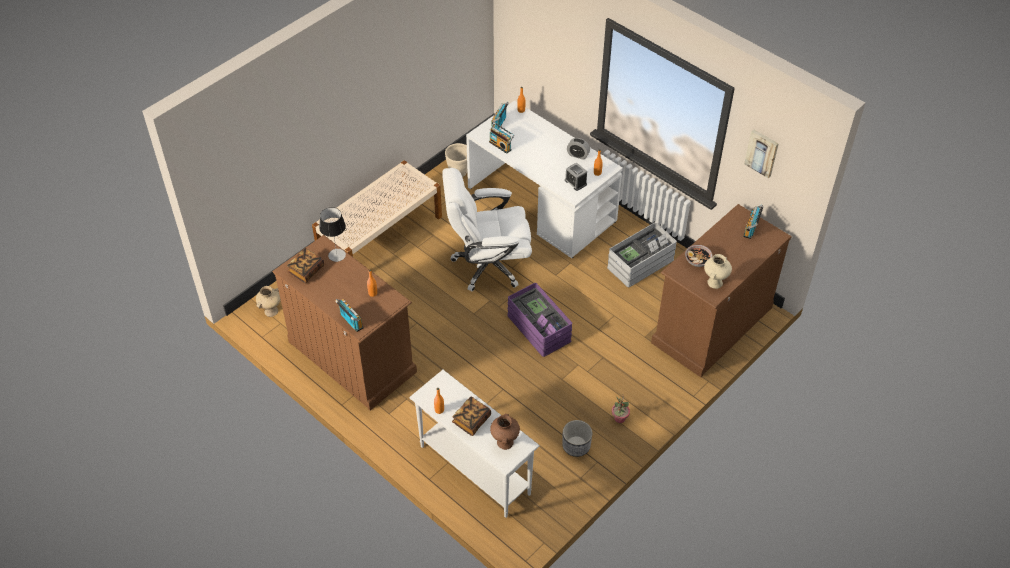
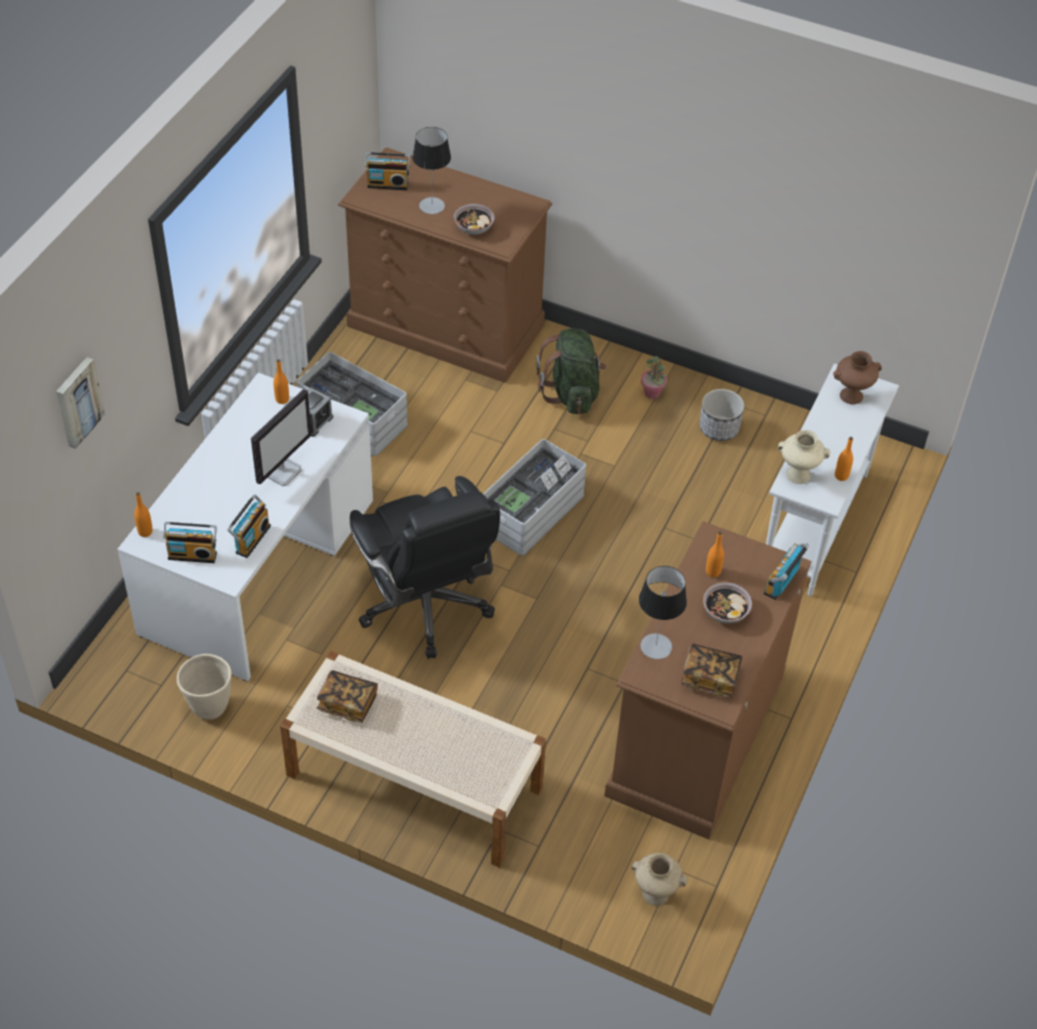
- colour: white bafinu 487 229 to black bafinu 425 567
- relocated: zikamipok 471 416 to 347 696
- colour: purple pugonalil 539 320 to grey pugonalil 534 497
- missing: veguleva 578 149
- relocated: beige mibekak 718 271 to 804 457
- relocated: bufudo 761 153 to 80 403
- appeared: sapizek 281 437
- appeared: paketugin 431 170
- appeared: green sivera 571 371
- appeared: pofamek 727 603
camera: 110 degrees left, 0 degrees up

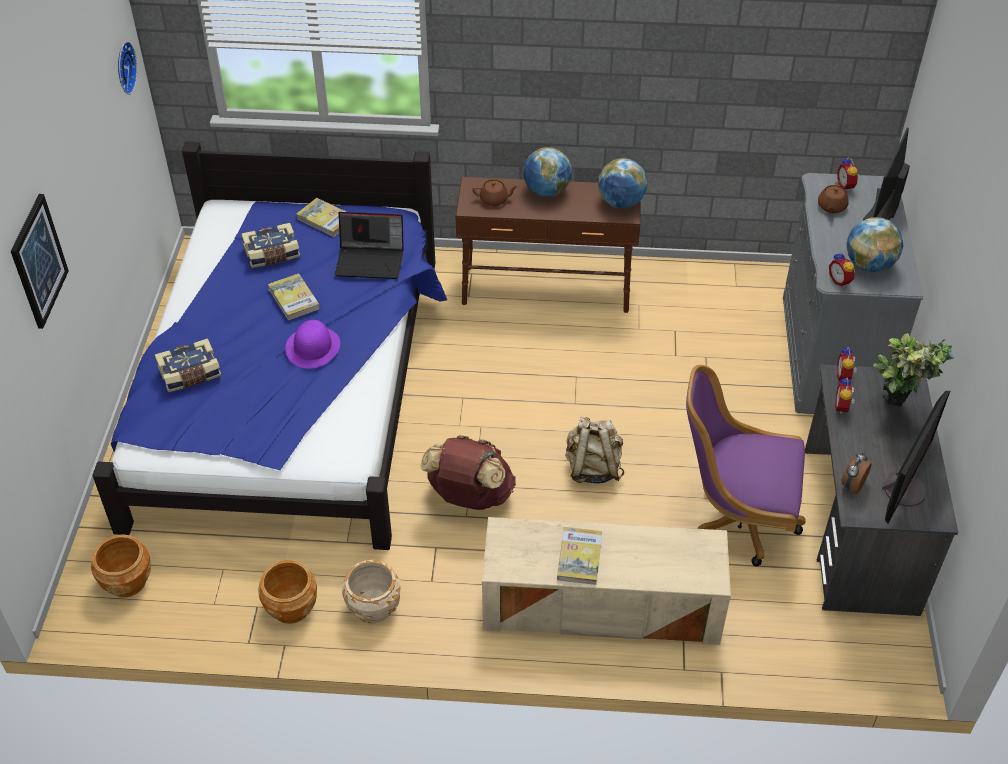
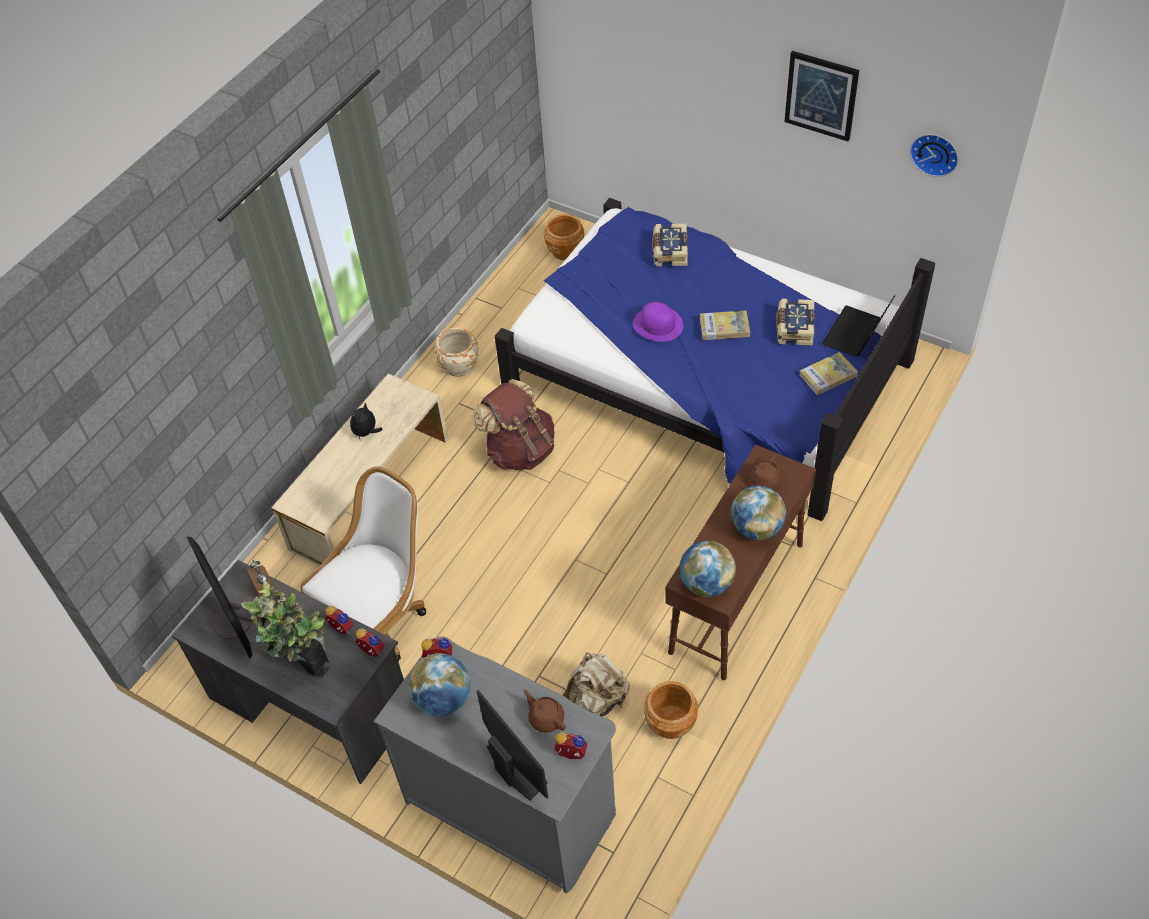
- relocated: bufudo 40 261 to 821 96
- relocated: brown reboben 287 592 to 671 710
- relocated: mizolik 369 245 to 858 326
- exchanged: zikamipok 579 556 to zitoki 366 421
- relocated: beige sivera 594 450 to 596 684
- colour: purple bafinu 746 465 to white bafinu 363 563
camera: 120 degrees right, 5 degrees up

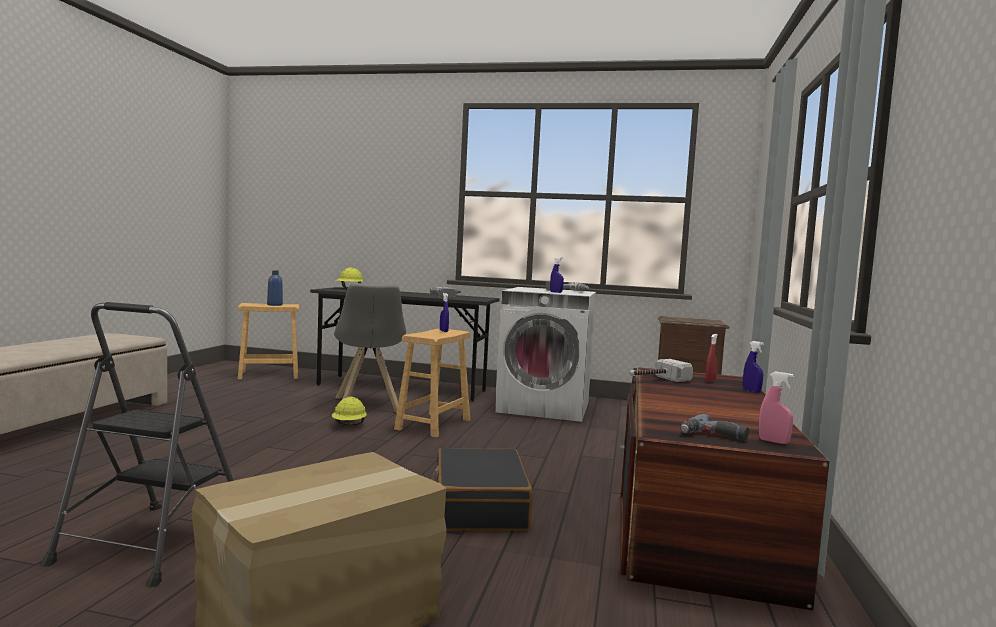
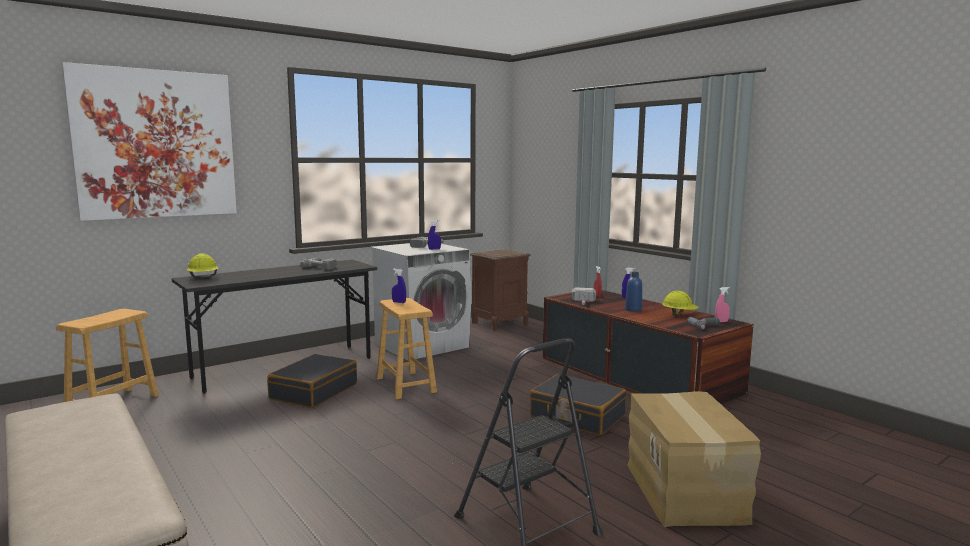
- relocated: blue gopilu 275 288 to 633 291
- relocated: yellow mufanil 349 411 to 680 303
- exchanged: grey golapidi 370 348 to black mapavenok 312 381
- appeared: bufudo 149 141
camera: 50 degrees left, 5 degrees up

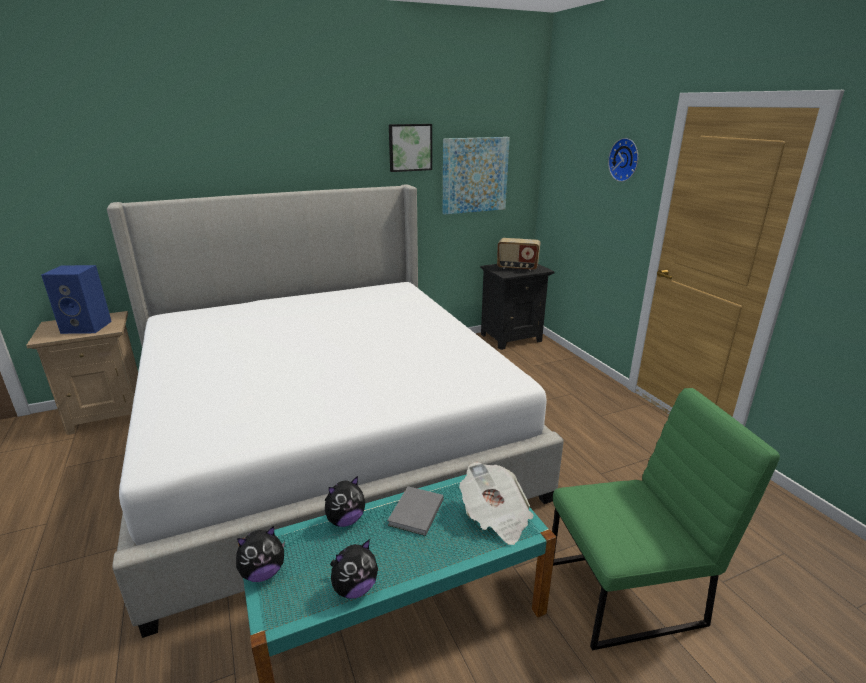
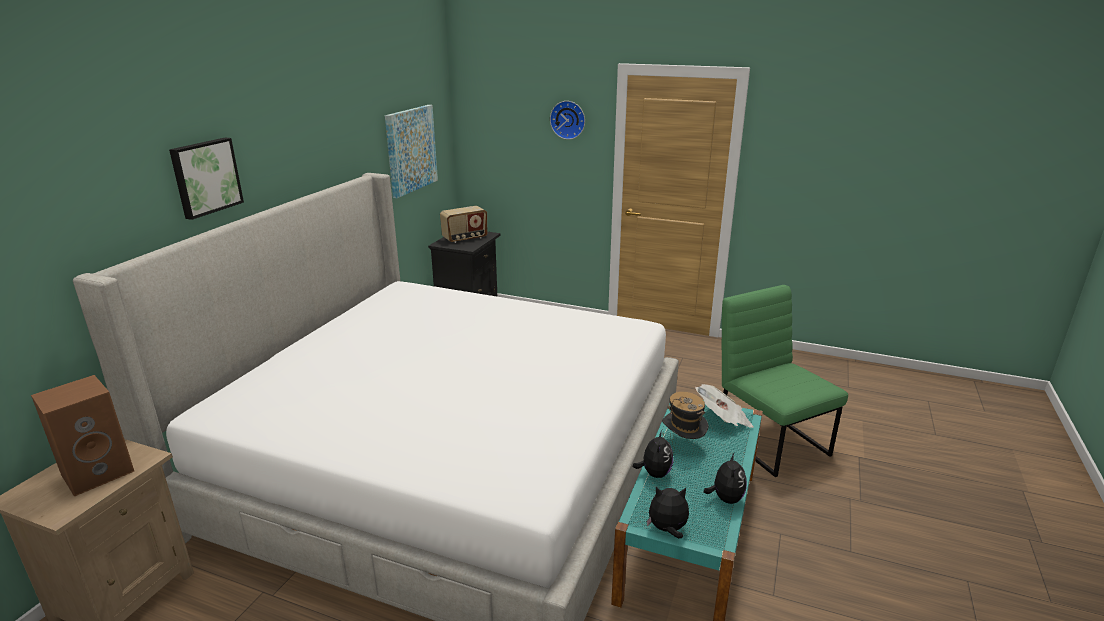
- colour: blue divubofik 76 299 to brown divubofik 82 436
- spun: zitoki 260 554 = 667 512 105 degrees counterclockwise
- exchanged: grey zikamipok 415 511 to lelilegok 685 415
- relocated: bufudo 410 148 to 206 179
- spun: green golapidi 666 519 = 782 381 60 degrees counterclockwise
camera: 45 degrees left, 0 degrees up

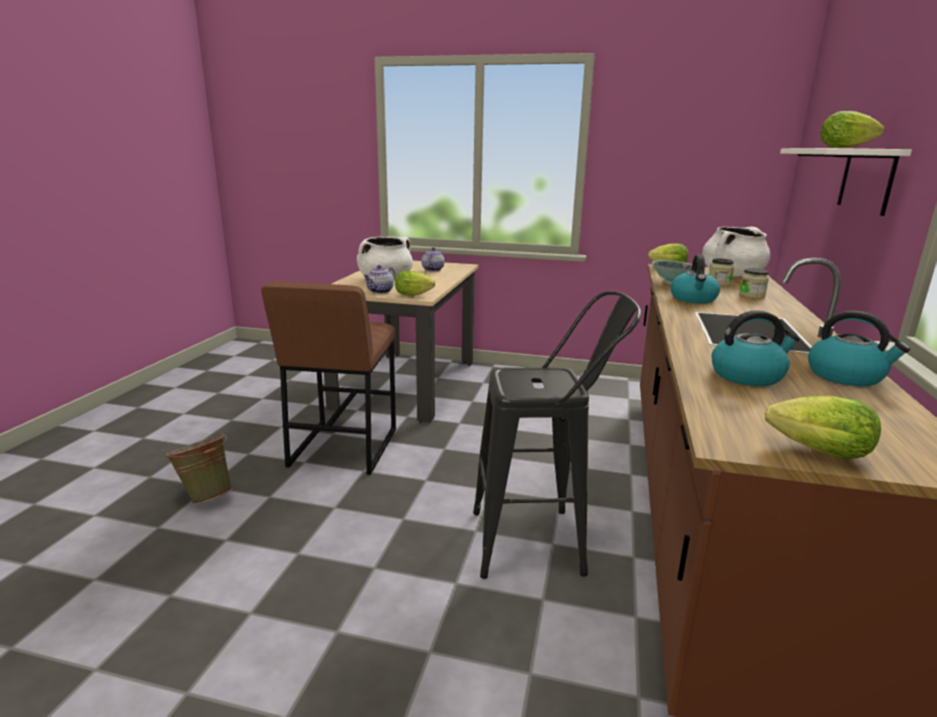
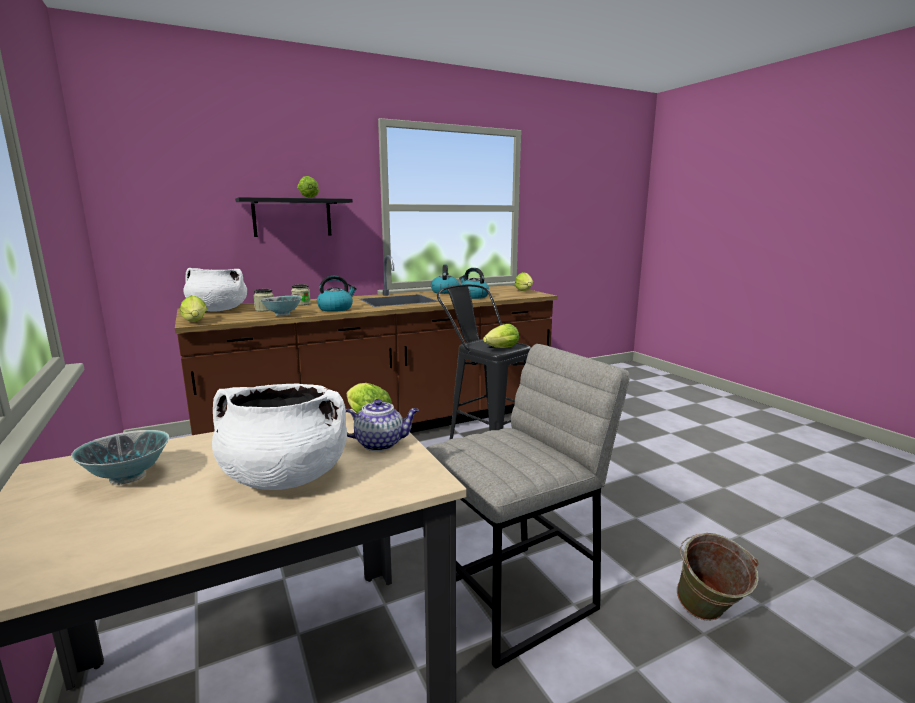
- colour: brown golapidi 328 378 to grey golapidi 528 506
- exchanged: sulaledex 432 259 to pofamek 120 457
- colour: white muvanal 846 182 to black muvanal 294 217
- appeared: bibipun 501 336
camera: 130 degrees left, 5 degrees down

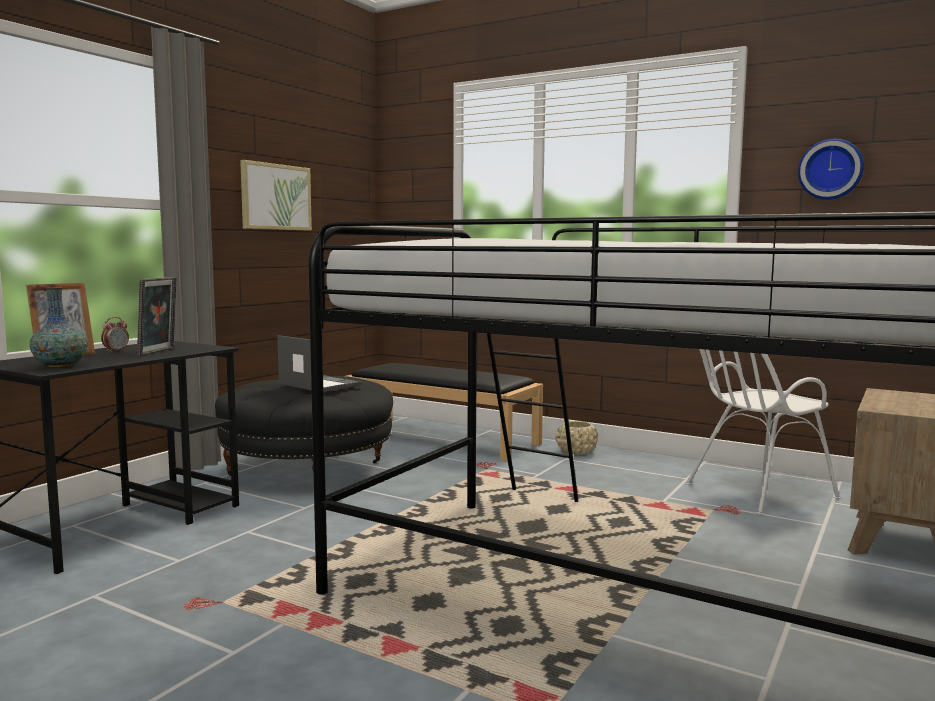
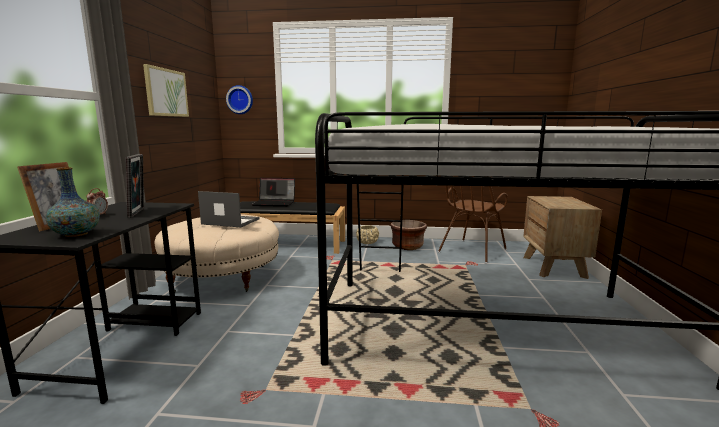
- colour: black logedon 304 426 to beige logedon 216 253
- colour: white golapidi 762 432 to brown golapidi 472 225
- relocated: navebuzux 831 169 to 239 99
- appeared: mizolik 273 192
- appeared: brown reboben 408 235
camera: 25 degrees left, 5 degrees up

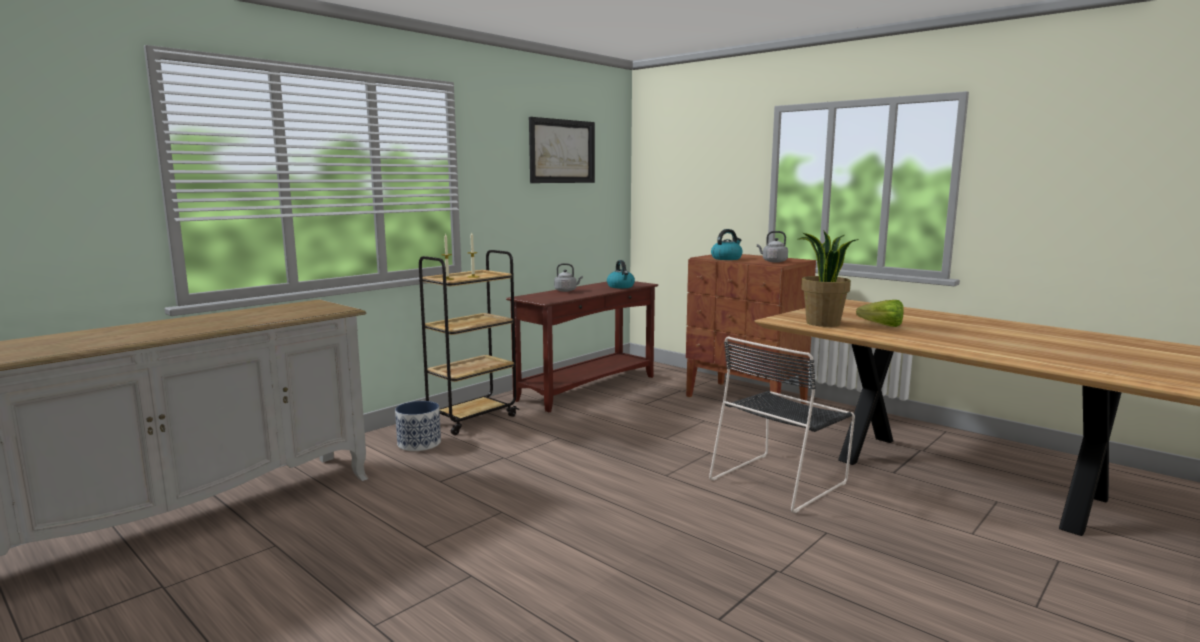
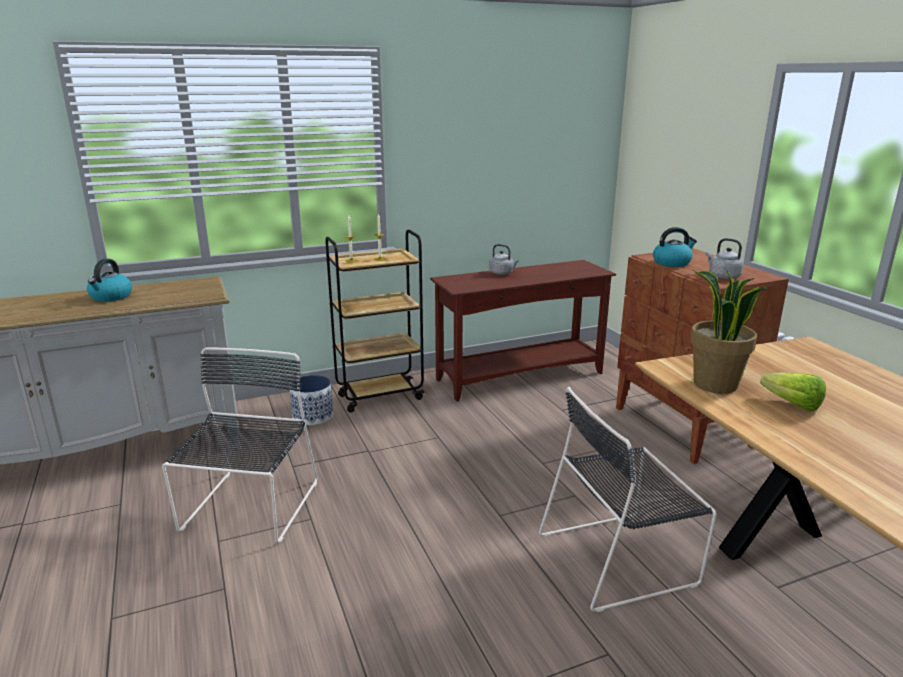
- missing: bufudo 562 150
- relocated: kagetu 621 274 to 109 280
- appeared: black golapidi 239 445
camera: 25 degrees right, 10 degrees up

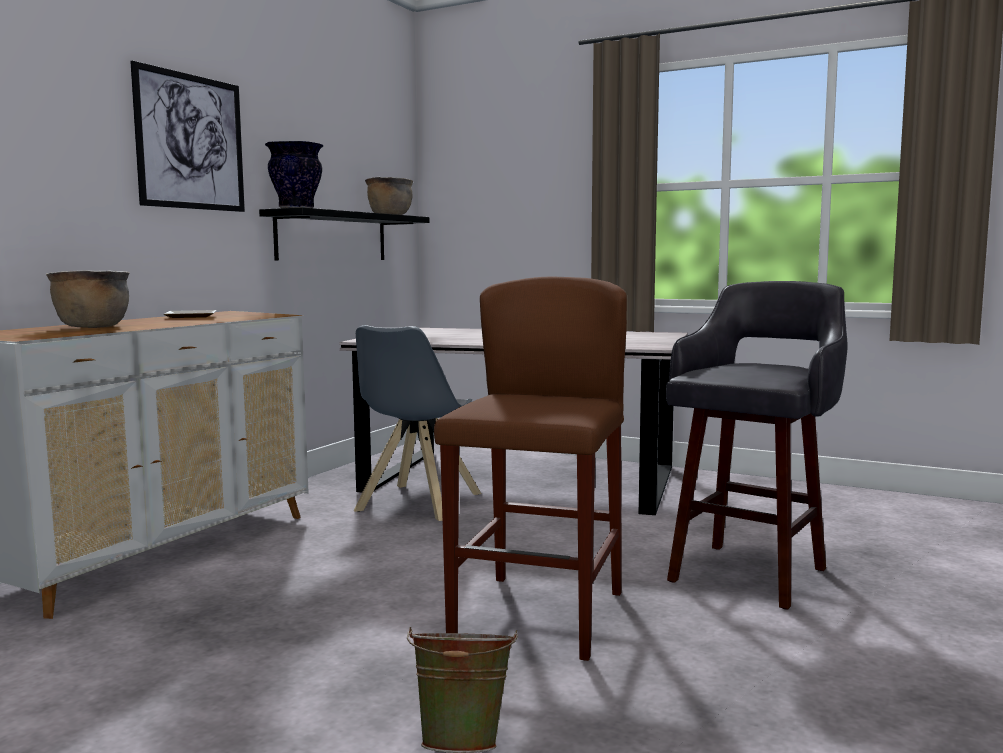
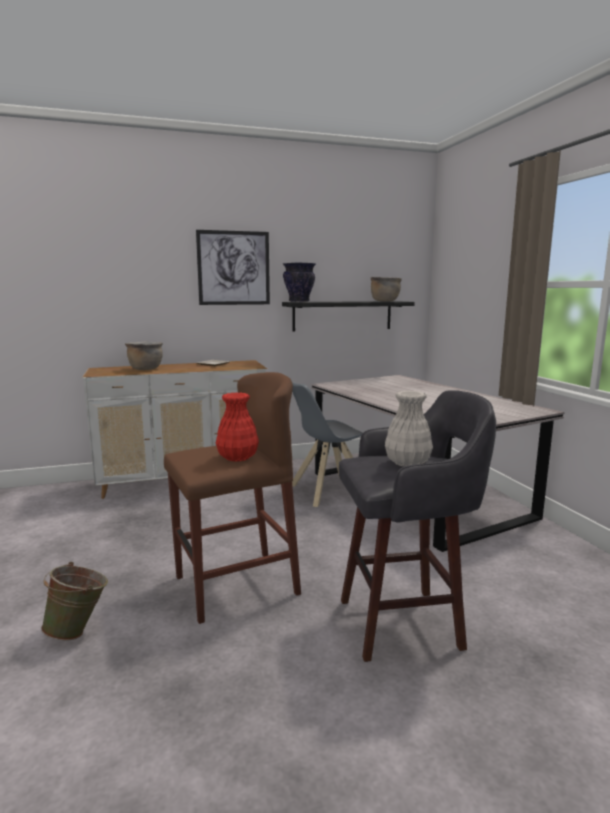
- appeared: red mibekak 237 427
- appeared: white mibekak 409 429
camera: 45 degrees right, 5 degrees up

